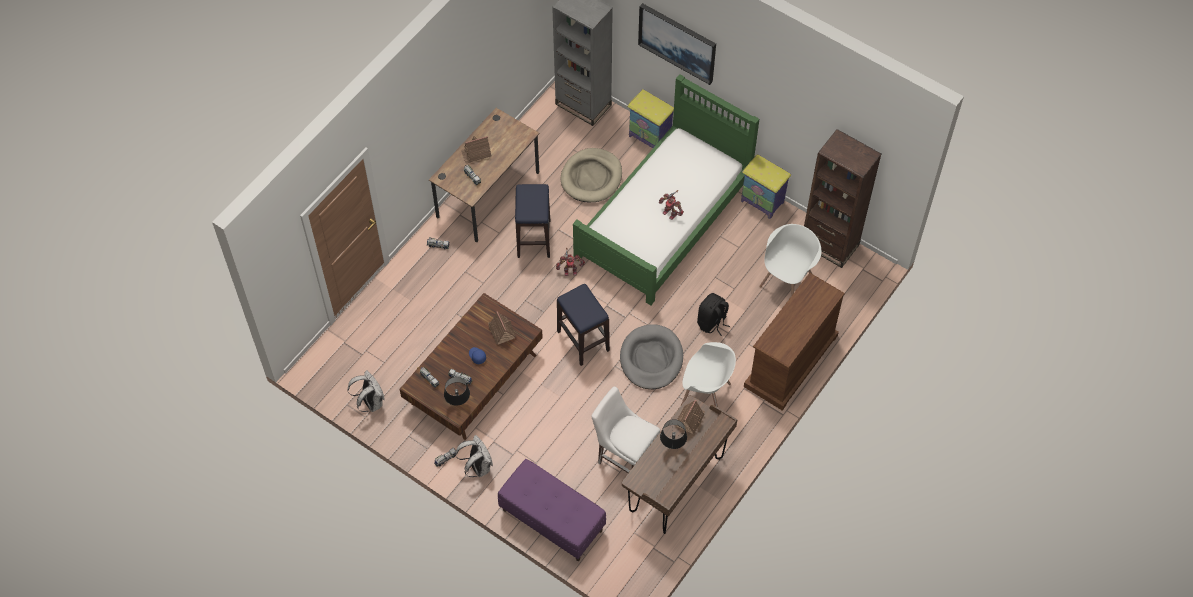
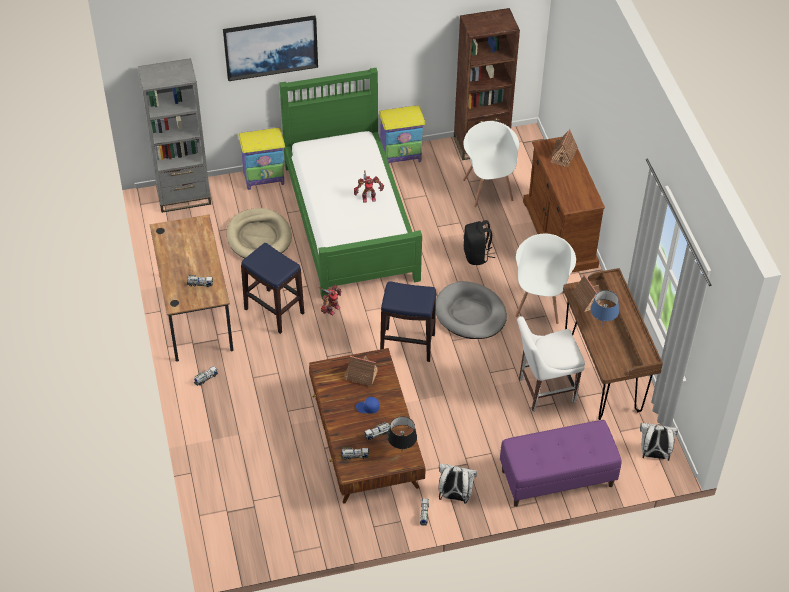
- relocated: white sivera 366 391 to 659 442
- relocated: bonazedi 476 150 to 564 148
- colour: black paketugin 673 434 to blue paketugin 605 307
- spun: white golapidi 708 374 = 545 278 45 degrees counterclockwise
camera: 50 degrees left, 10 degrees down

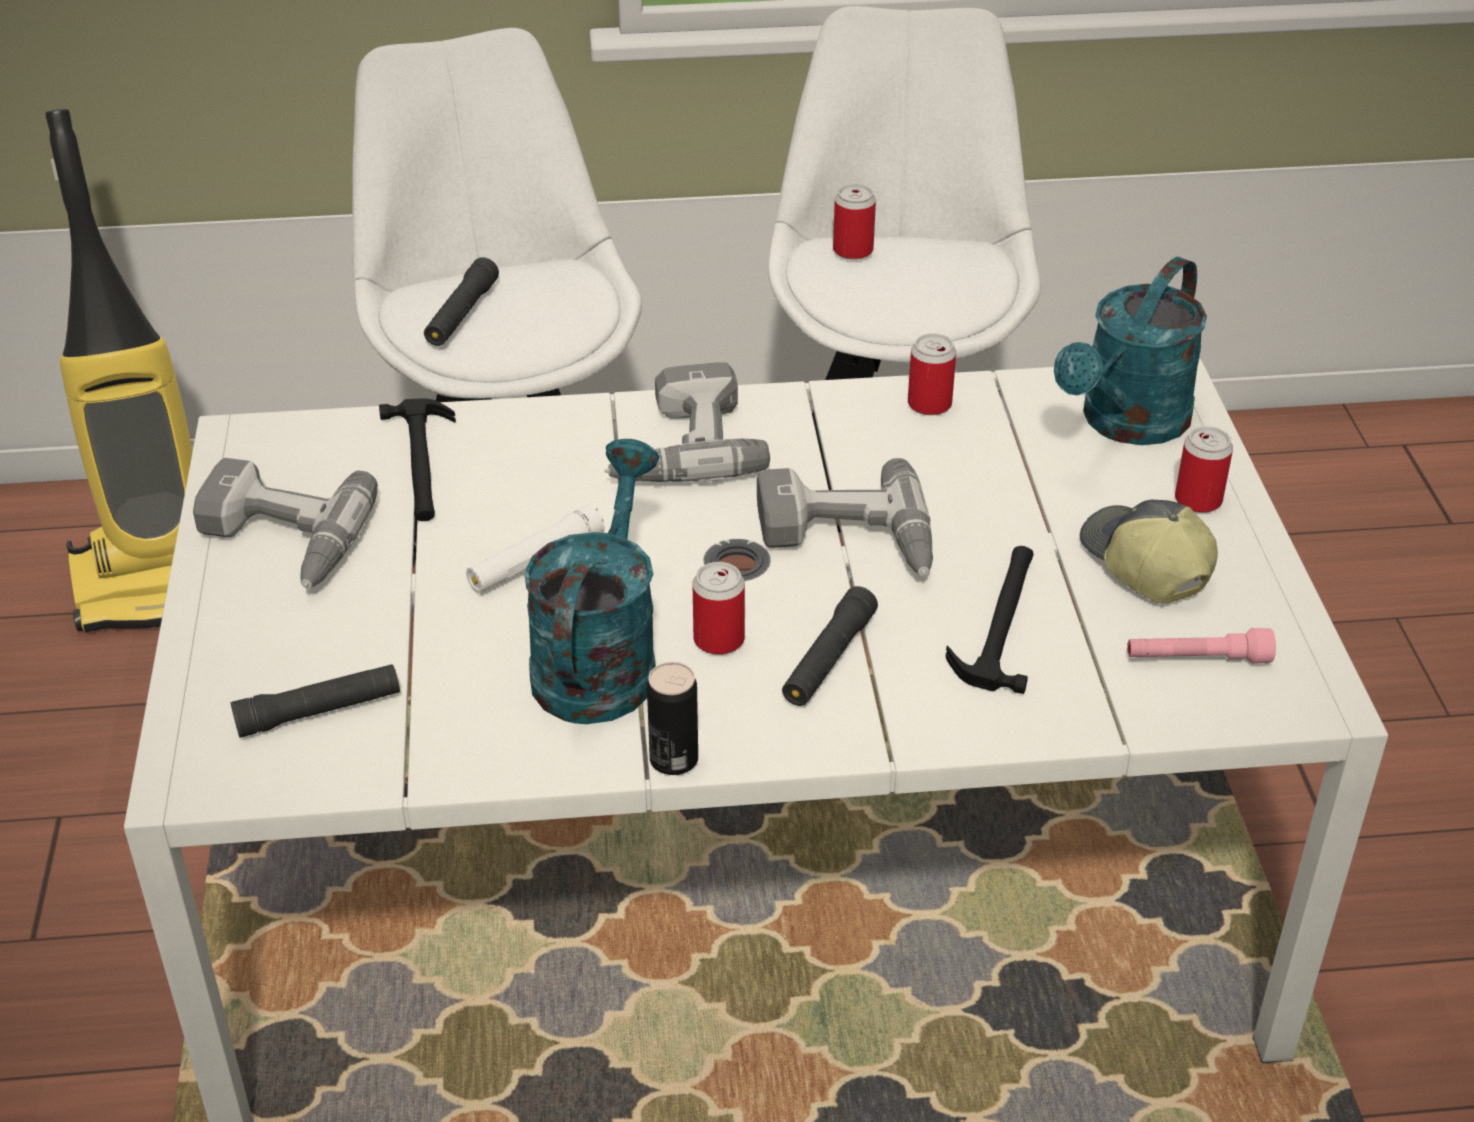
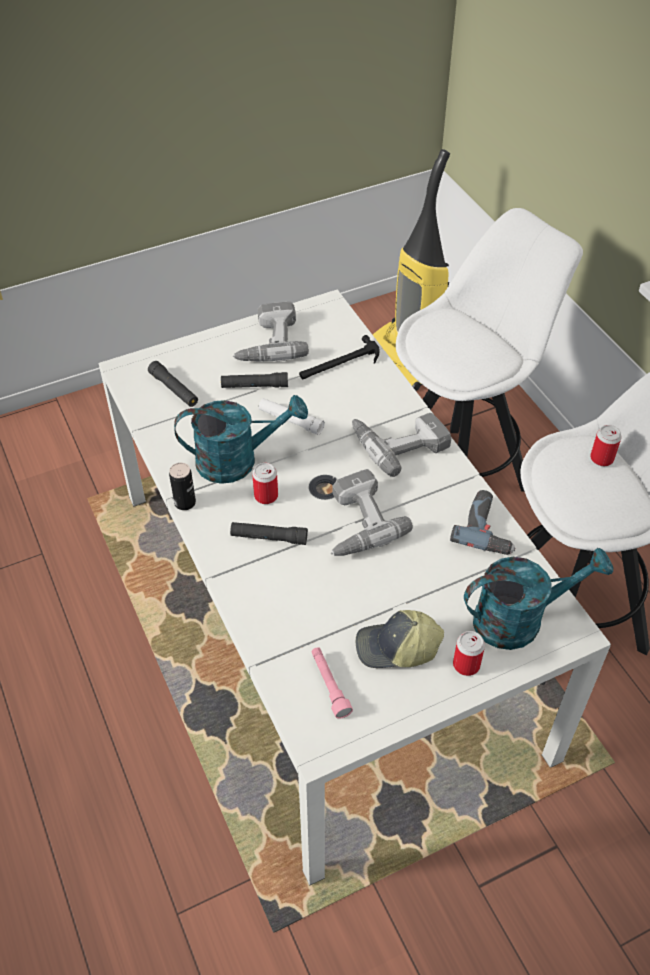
- relocated: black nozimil 461 301 to 254 380
- exchanged: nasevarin 932 374 to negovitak 482 522
- missing: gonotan 990 620
- spun: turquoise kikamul 1130 351 = 538 599 150 degrees clockwise
- spun: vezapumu 1149 552 = 400 639 135 degrees counterclockwise
camera: 70 degrees right, 10 degrees up

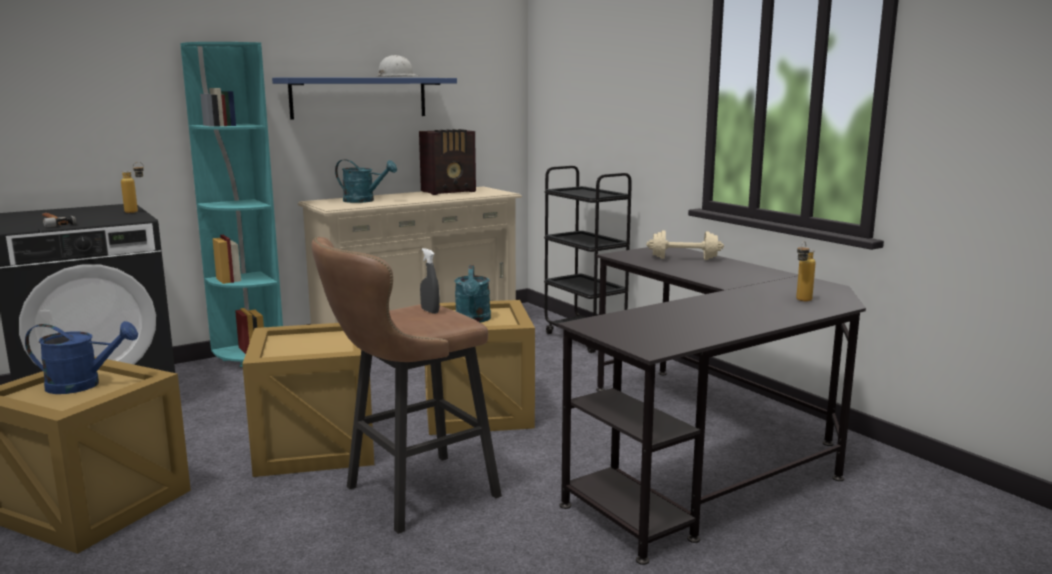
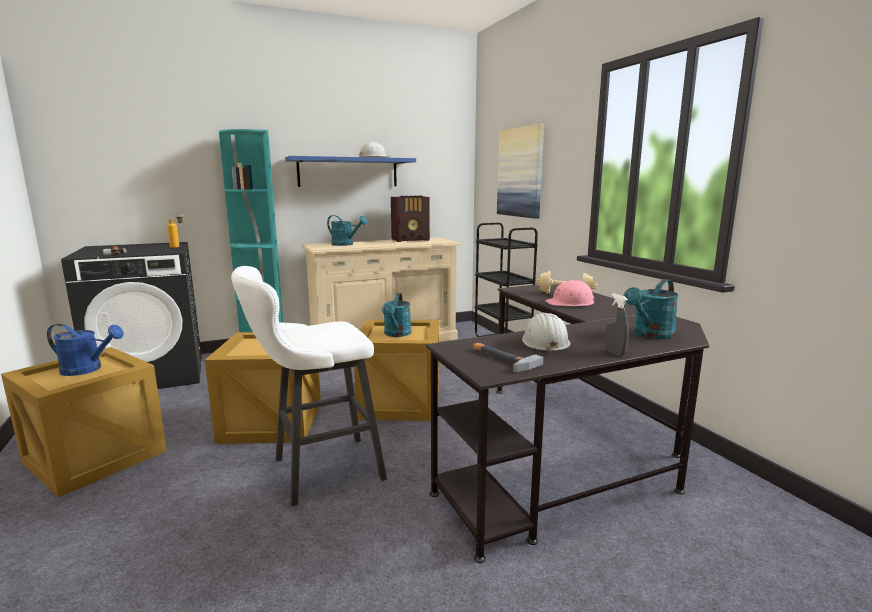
- colour: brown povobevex 407 385 to white povobevex 309 386
- relocated: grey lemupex 429 281 to 617 324
- exchanged: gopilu 806 271 to turquoise kikamul 651 309
- appeared: gonotan 508 358
- appeared: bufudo 520 171
- appeared: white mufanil 546 333
- appeared: pink mufanil 570 293
camera: 10 degrees right, 0 degrees up

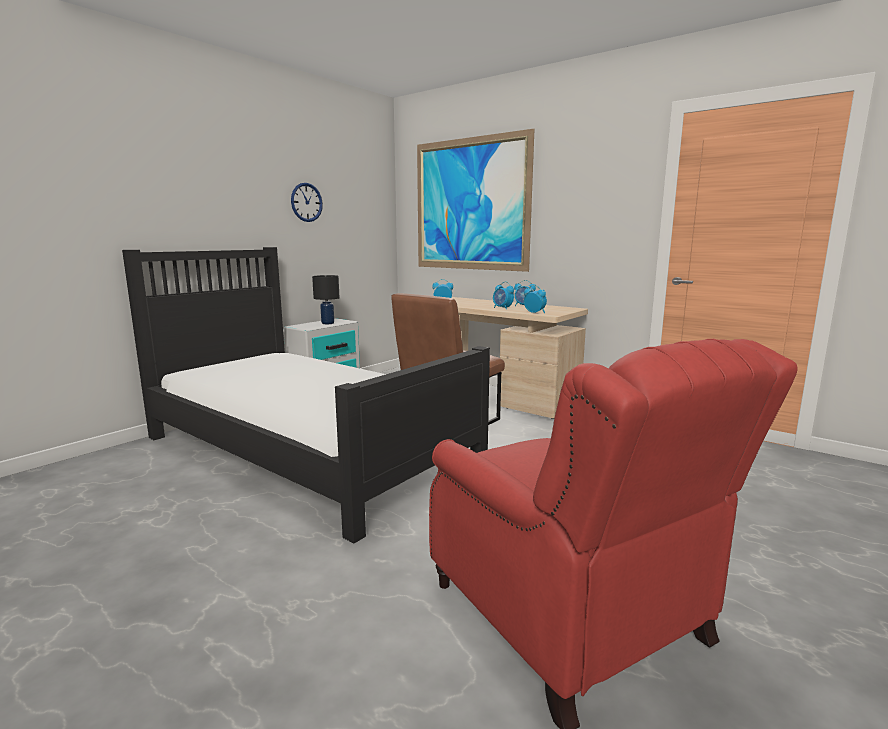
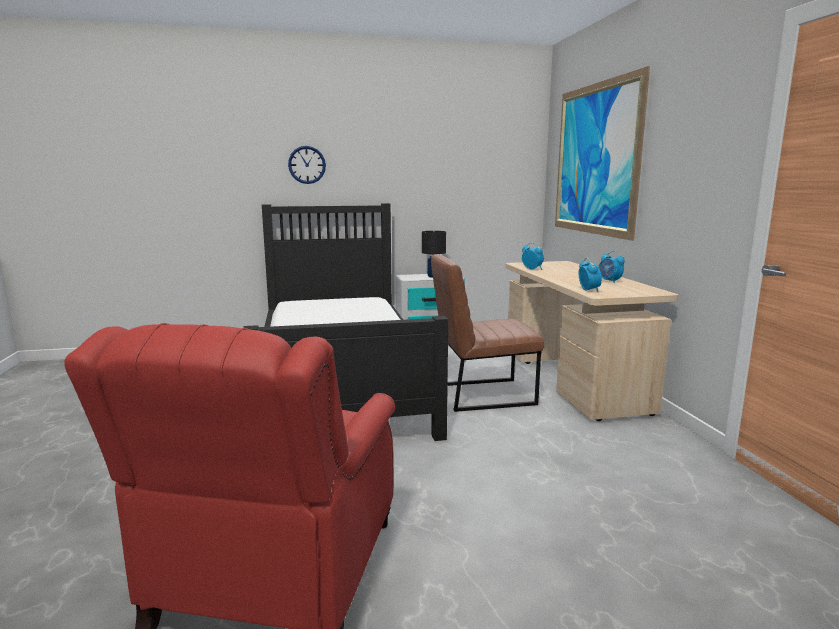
- relocated: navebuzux 307 202 to 307 165
- missing: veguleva 503 295
camera: 40 degrees right, 0 degrees up

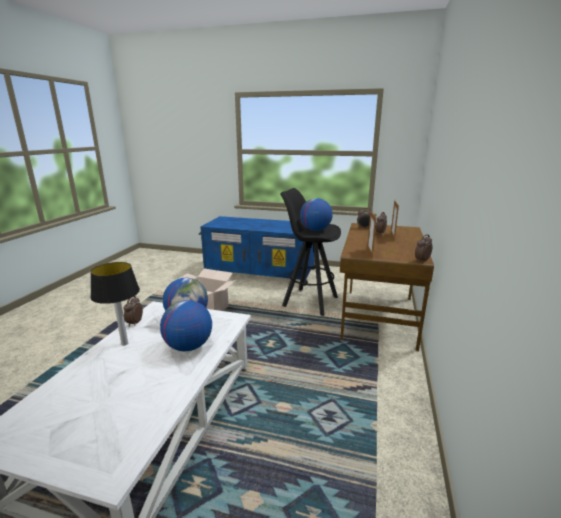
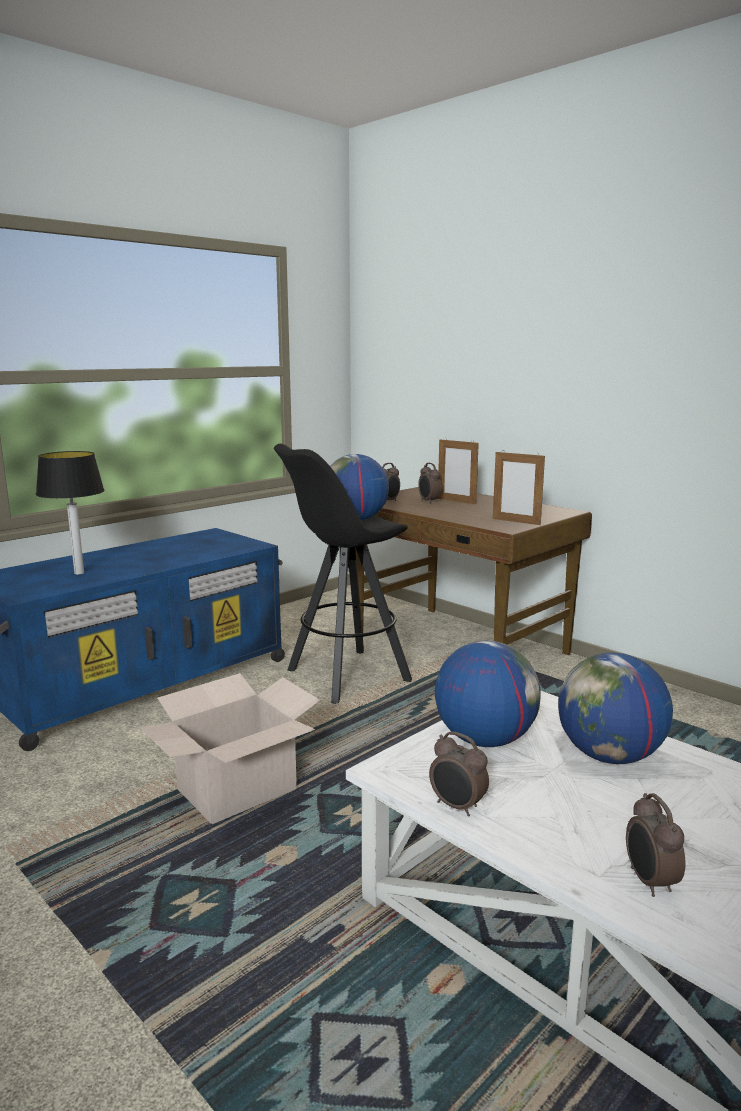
- relocated: paketugin 115 304 to 70 513
- relocated: veguleva 423 248 to 656 845
camera: 60 degrees left, 5 degrees down

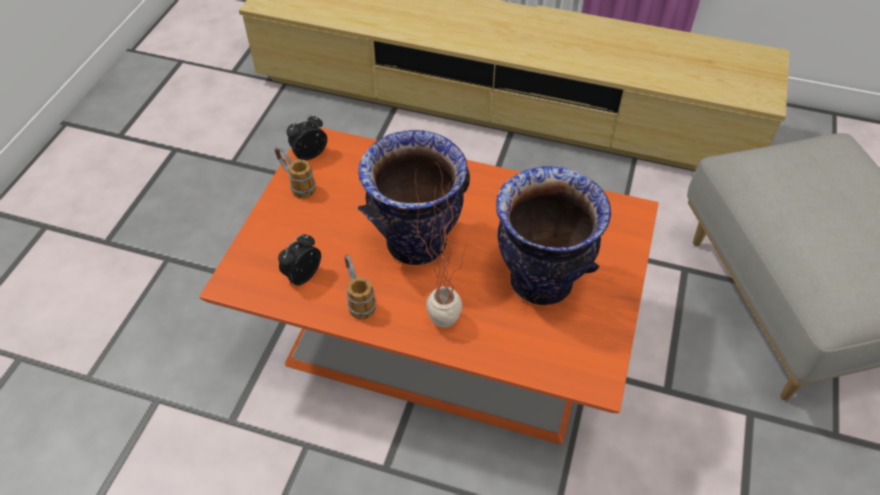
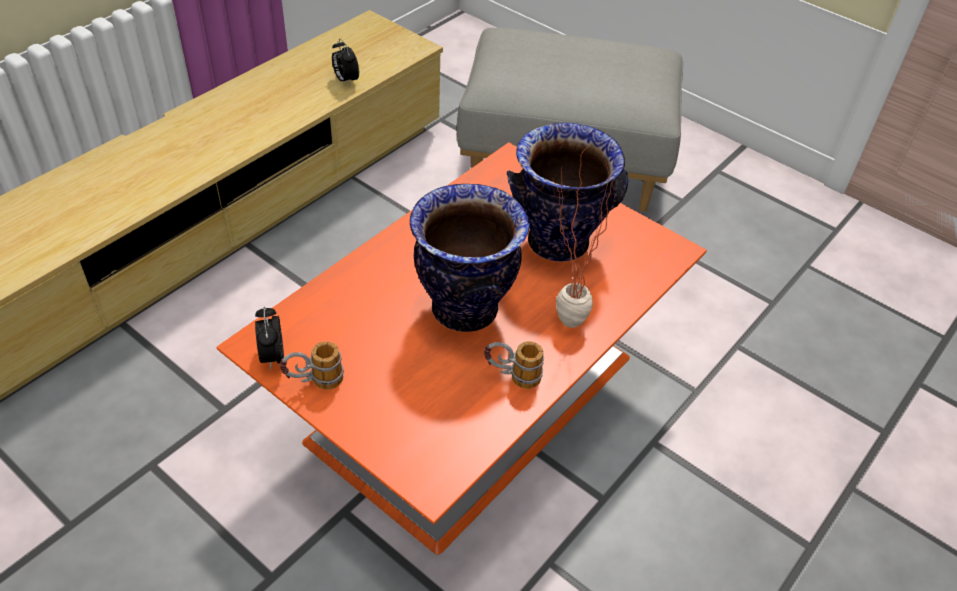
- relocated: veguleva 299 259 to 345 62
camera: 70 degrees left, 5 degrees down

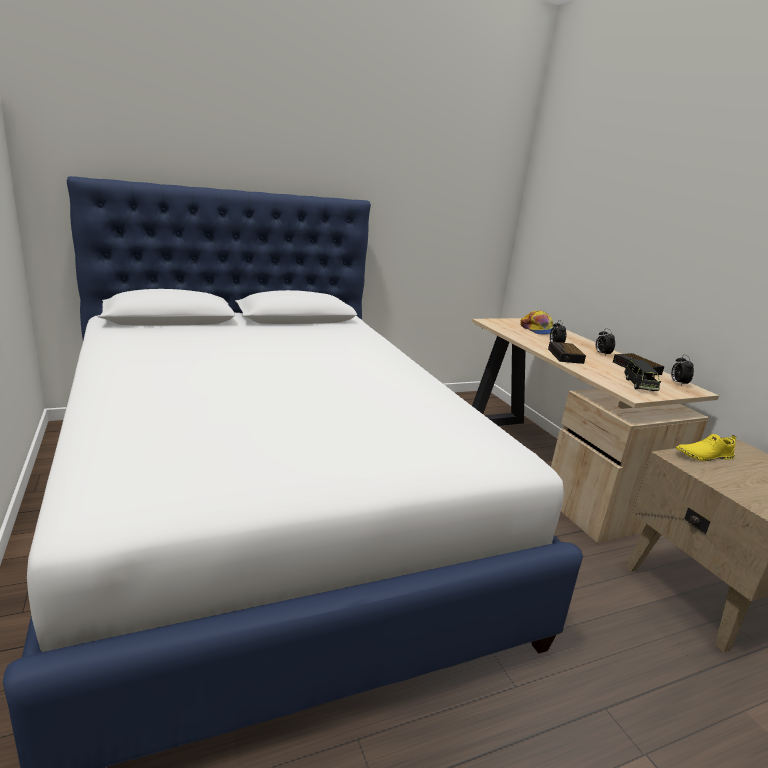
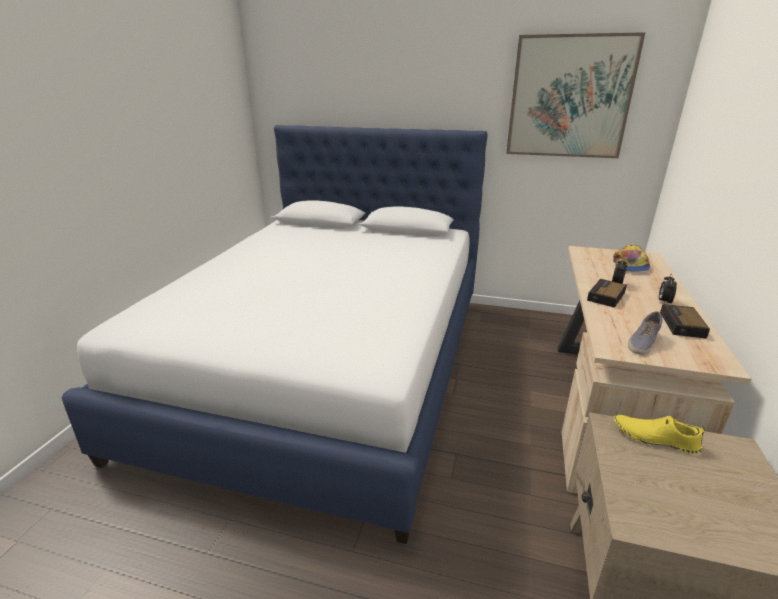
- exchanged: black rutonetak 642 375 to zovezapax 645 333
- missing: veguleva 682 370
- appeared: bufudo 576 95
camera: 40 degrees right, 5 degrees up

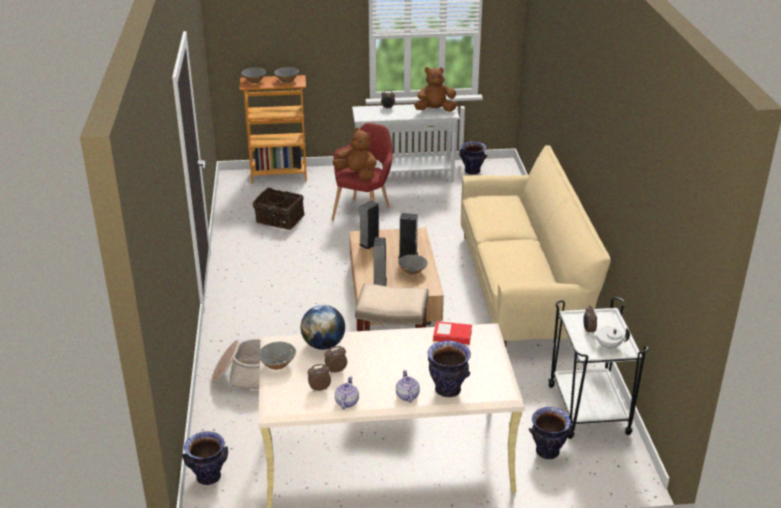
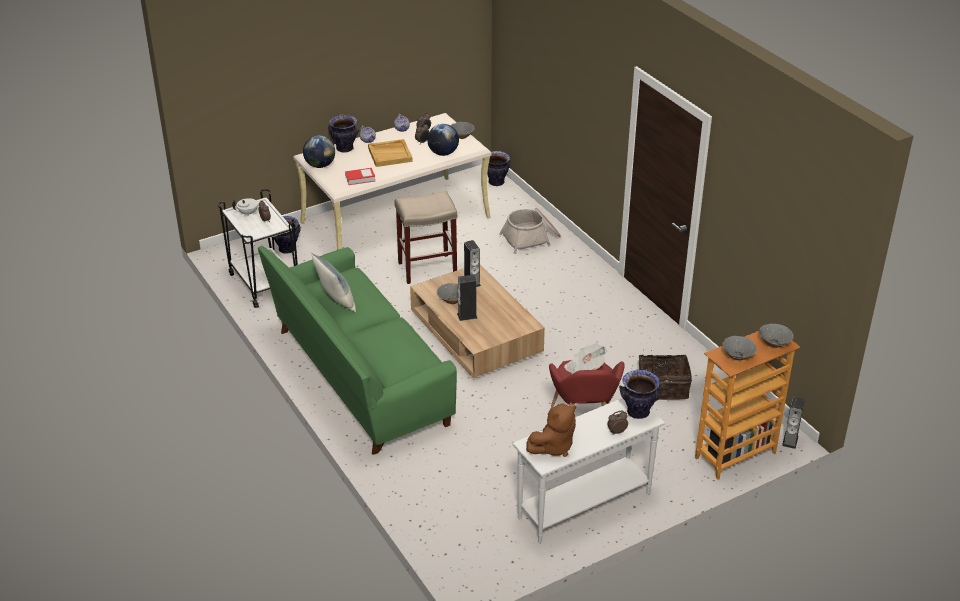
- exchanged: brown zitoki 354 154 to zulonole 585 358
- relocated: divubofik 369 225 to 793 423
- relocated: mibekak 473 158 to 640 394
- colour: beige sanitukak 536 246 to green sanitukak 357 350
- appeared: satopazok 319 152
- appeared: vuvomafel 333 282
- appeared: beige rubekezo 390 153
camera: 155 degrees right, 5 degrees up

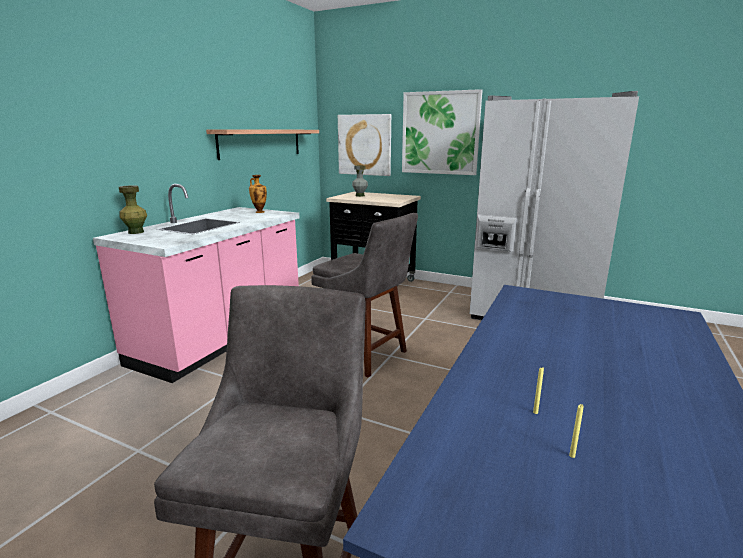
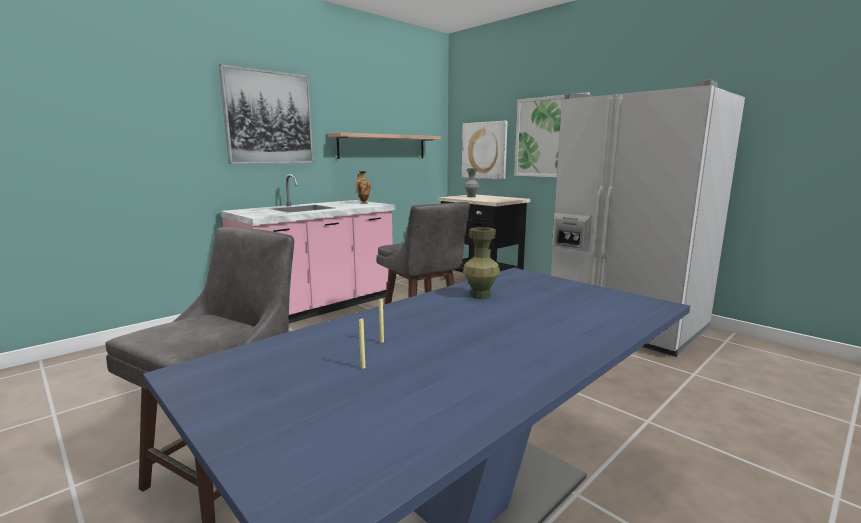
- relocated: green mibekak 133 209 to 481 263
- appeared: bufudo 266 114
camera: 20 degrees right, 5 degrees down

